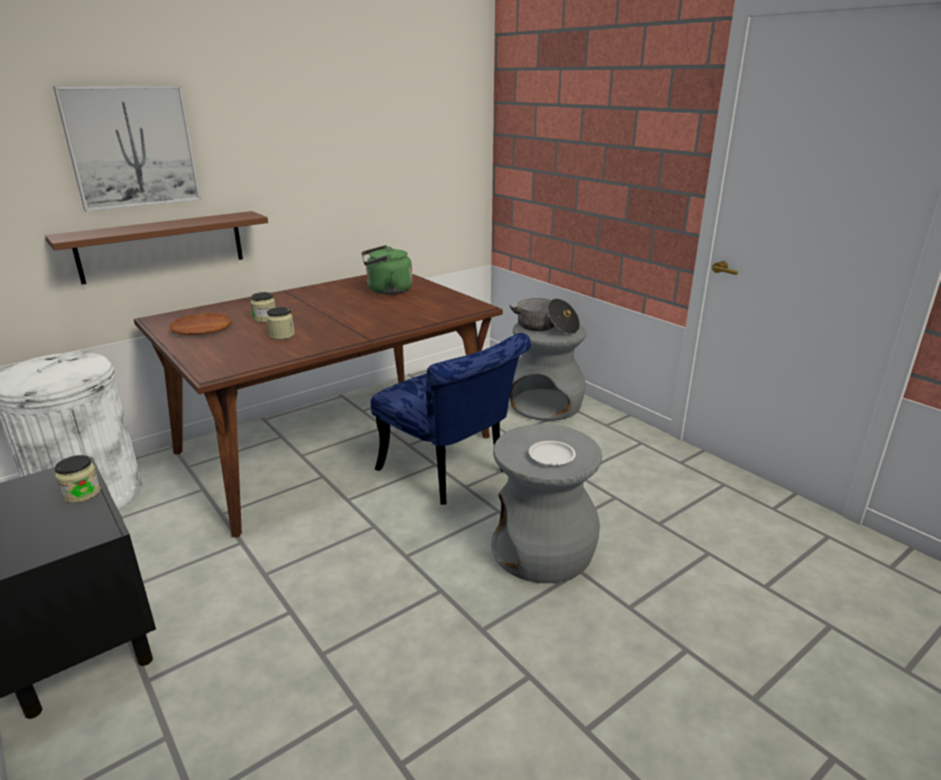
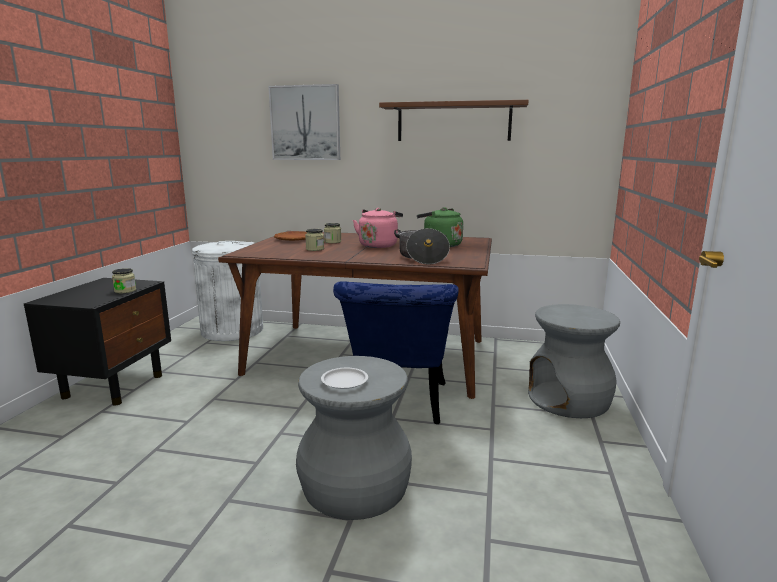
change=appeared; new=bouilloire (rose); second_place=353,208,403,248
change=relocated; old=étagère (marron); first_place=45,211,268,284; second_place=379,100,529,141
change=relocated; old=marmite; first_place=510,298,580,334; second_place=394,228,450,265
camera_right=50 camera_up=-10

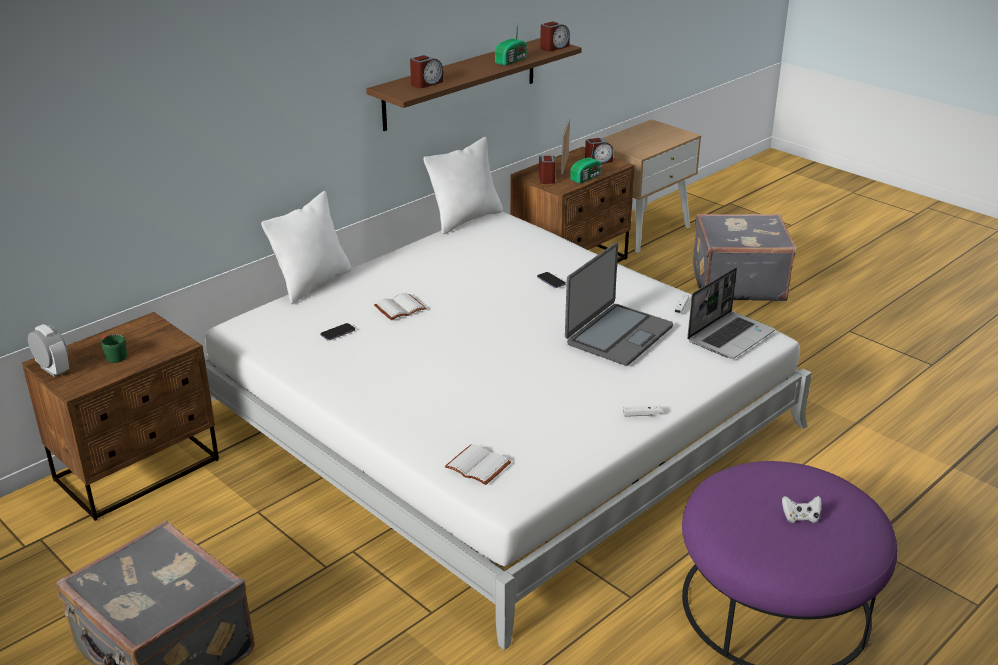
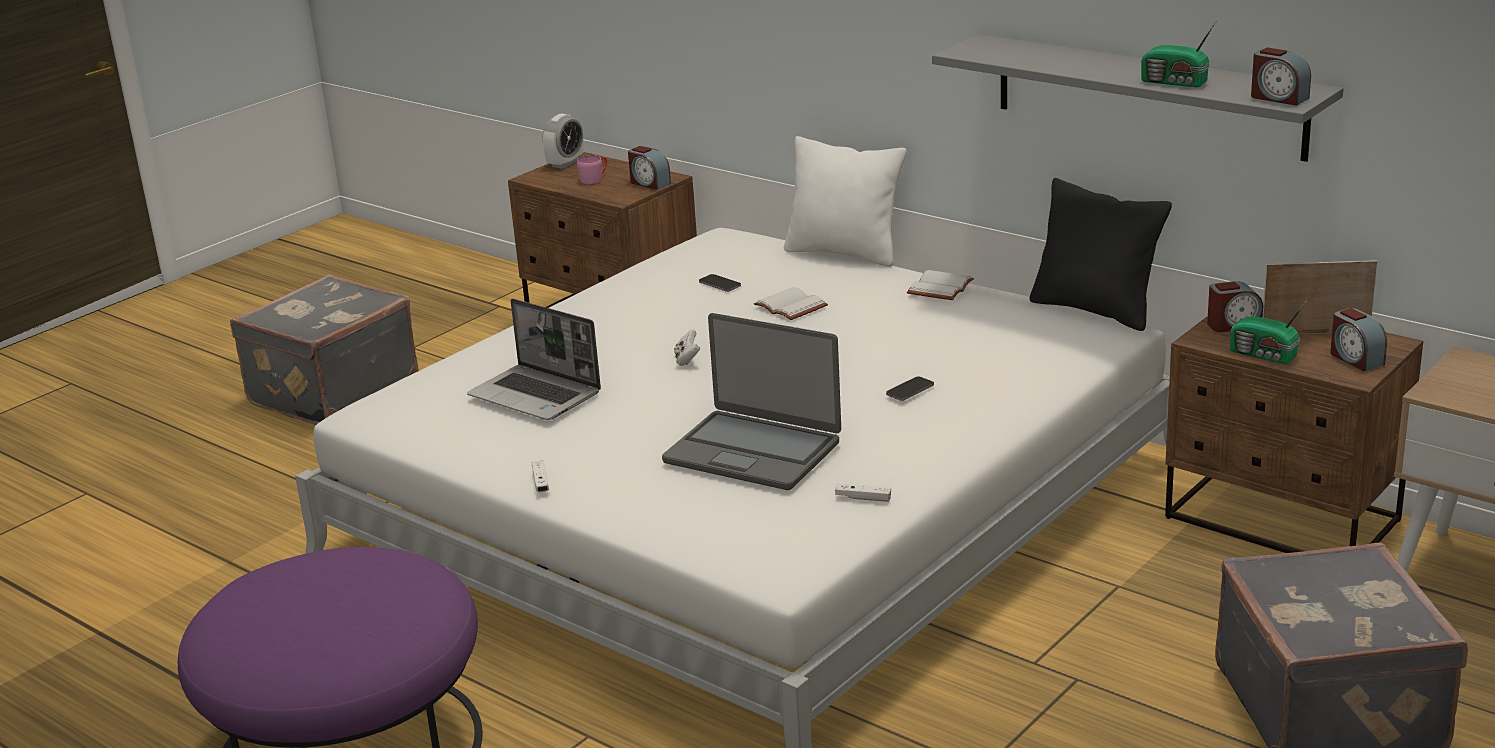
change=relocated; old=ordinateur portable; first_place=687,267,775,359; second_place=467,299,601,420
change=colour; old=mug (vert); new=mug (rose); first_place=101,334,127,363; second_place=577,155,607,184
change=relocated; old=réveil; first_place=410,55,443,88; second_place=628,146,671,190
change=relocated; old=manette (blanc); first_place=782,496,821,523; second_place=674,329,700,366
change=relocated; old=livre (blanc); first_place=445,444,511,485; second_place=907,270,974,300
change=colour; old=étagère (marron); new=étagère (gris); first_place=366,38,582,131; second_place=932,34,1344,162
change=colour; old=coussin (blanc); new=coussin (noir); first_place=423,137,503,234; second_place=1030,178,1172,331
camera_right=85 camera_up=-5

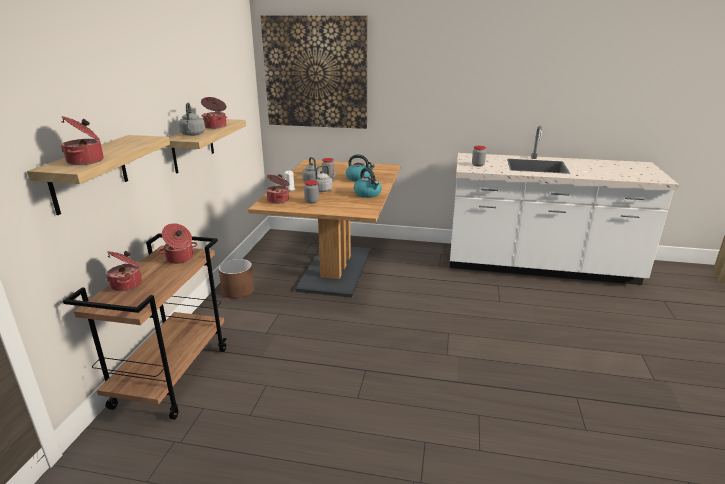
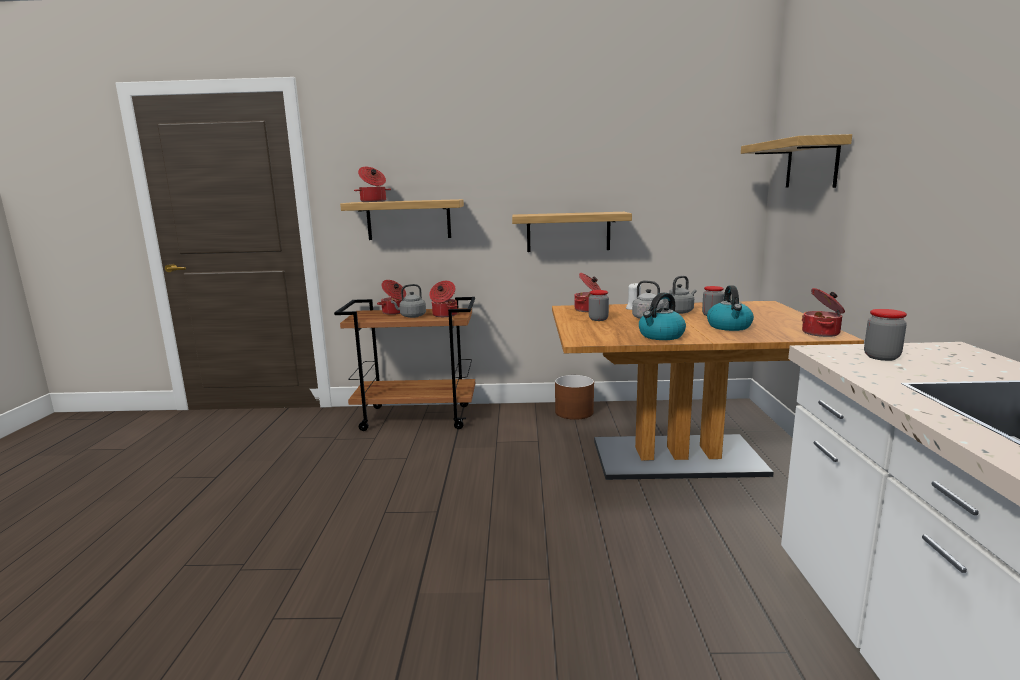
change=relocated; old=bouilloire (gris); first_place=179,103,205,136; second_place=391,284,426,318
change=exchanged; old=tableau; new=étagère; first_place=261,15,368,129; second_place=741,134,852,188
change=relocated; old=marmite; first_place=201,97,228,129; second_place=802,288,845,337
camera_right=80 camera_up=-10

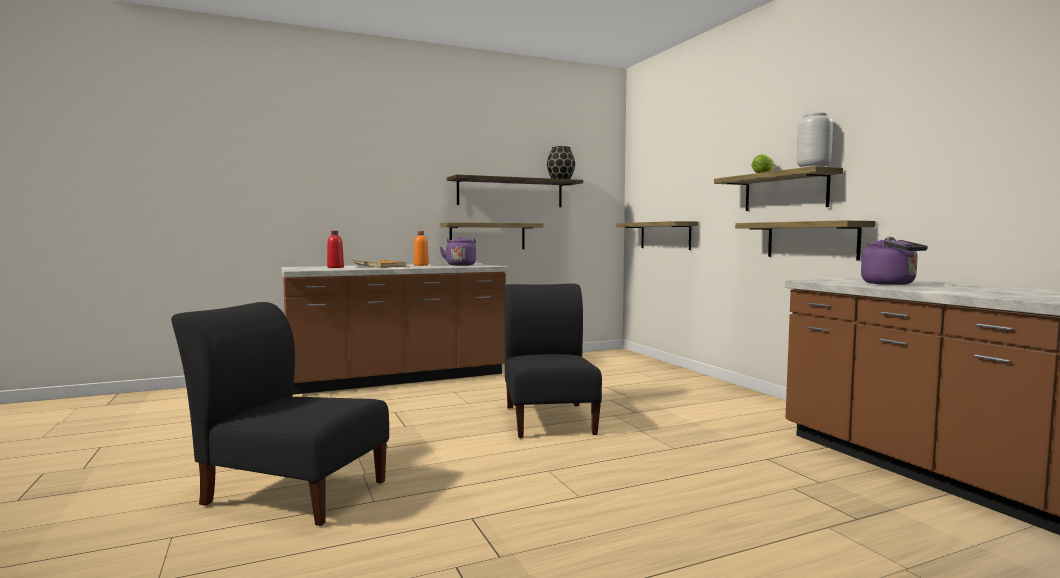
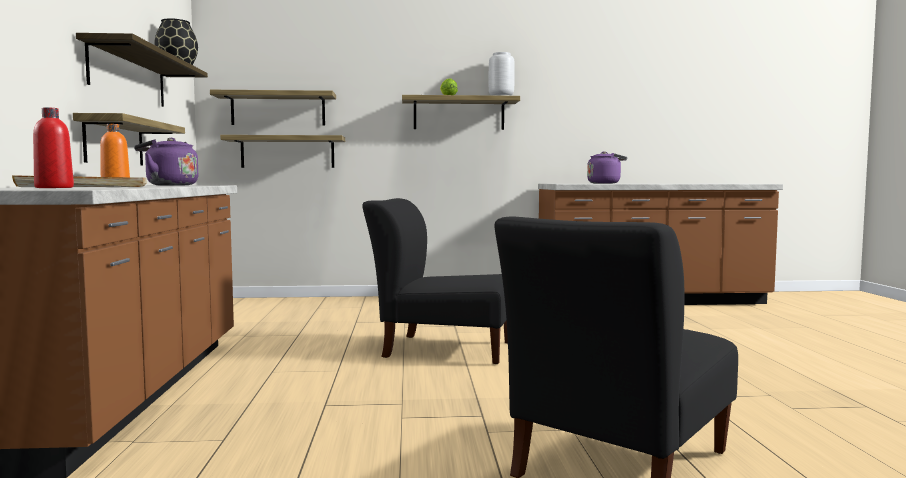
change=relocated; old=étagère; first_place=735,220,876,261; second_place=210,90,336,126
camera_right=-70 camera_up=0

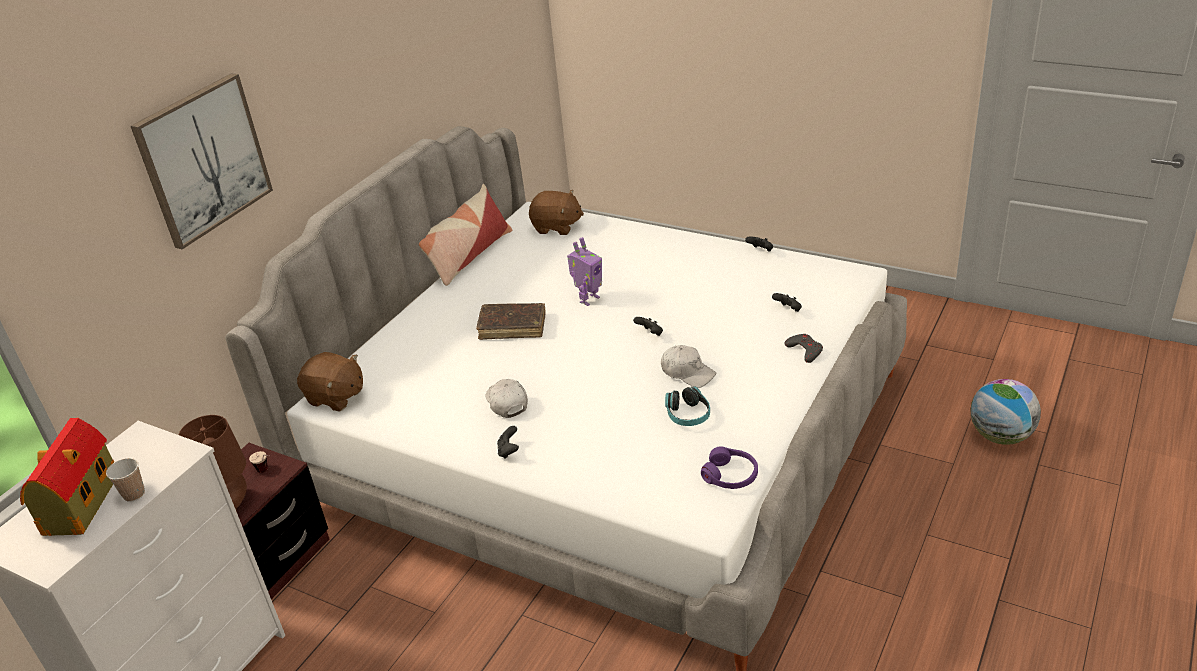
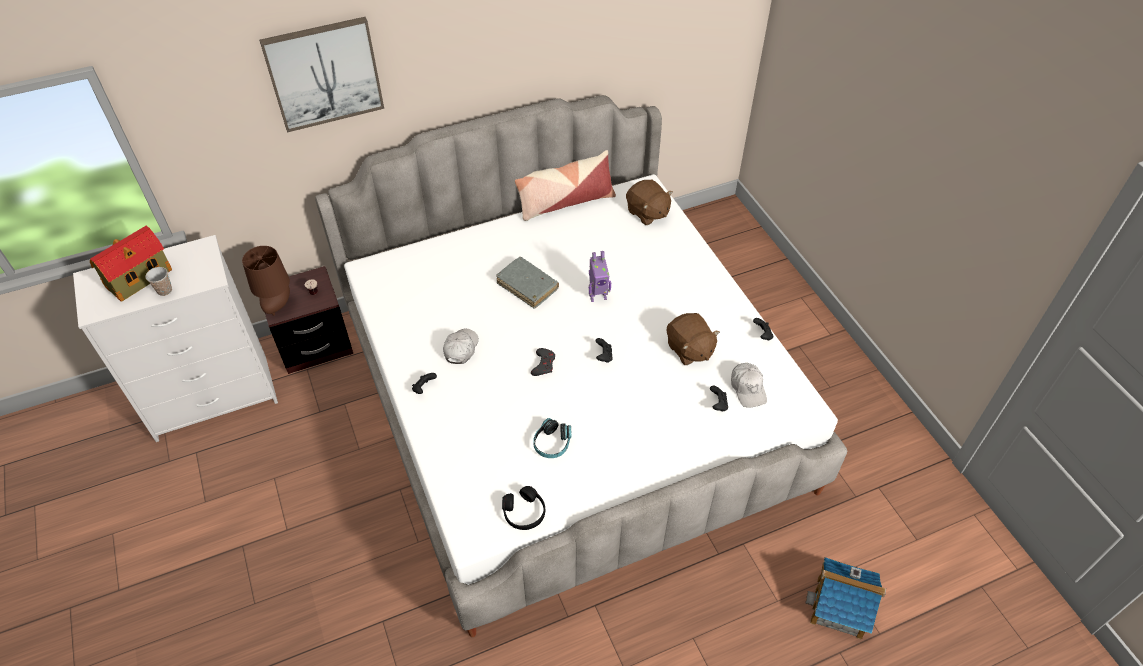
change=colour; old=livre (marron); new=livre (gris); first_place=476,303,546,340; second_place=496,257,559,309
change=colour; old=casque audio (violet); new=casque audio (noir); first_place=701,446,758,489; second_place=502,486,545,530
change=relocated; old=manette (gris); first_place=784,334,823,363; second_place=531,348,555,376
change=relocated; old=peluche (marron); first_place=297,352,363,412; second_place=667,313,720,365
change=relocated; old=casquette (blanc); first_place=661,345,716,388; second_place=731,363,767,408
change=exchanged; old=globe; new=maison miniature; first_place=971,379,1041,445; second_place=806,557,886,640
camera_right=35 camera_up=15

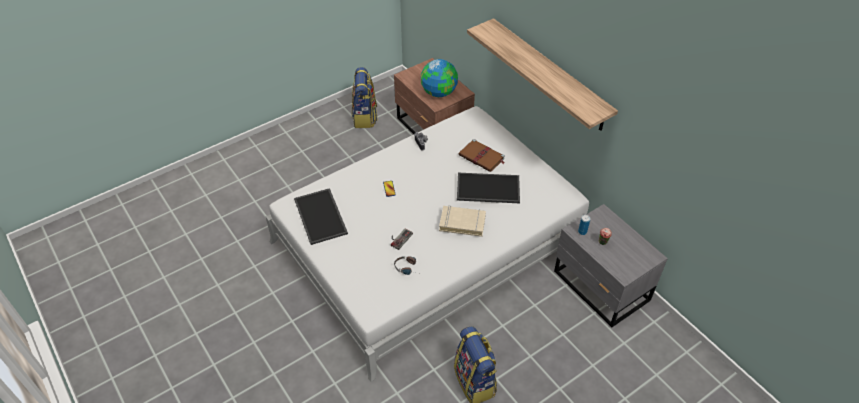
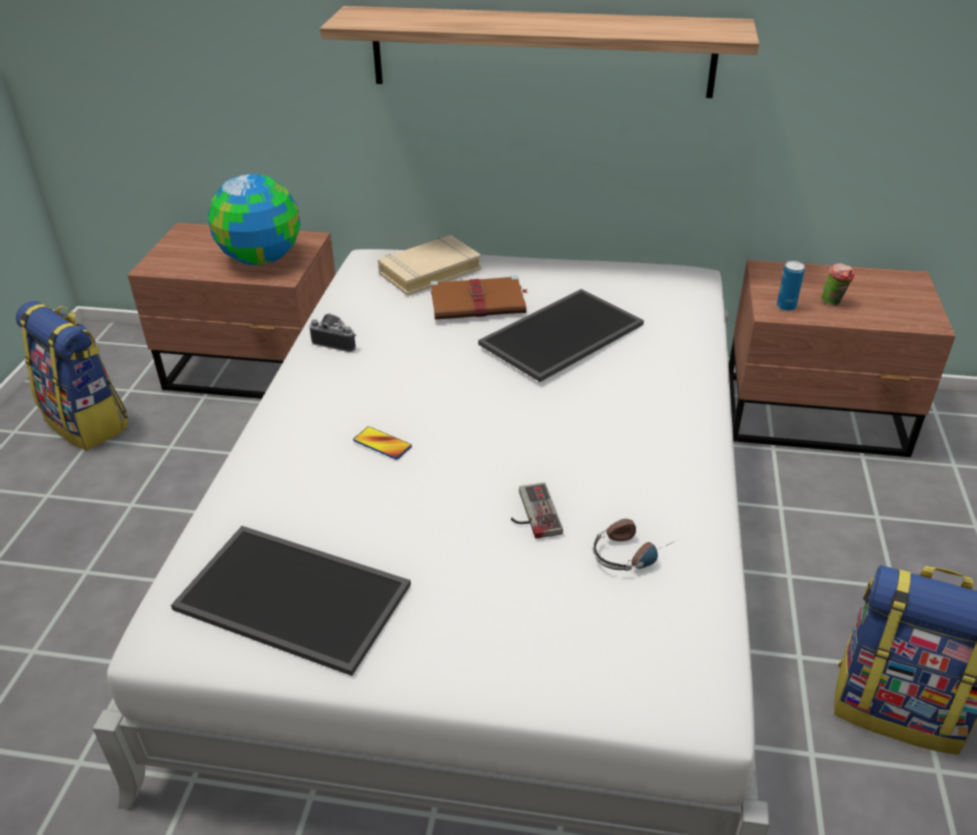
change=relocated; old=livre (beige); first_place=439,206,486,237; second_place=378,235,481,296
change=colour; old=table de chevet (gris); new=table de chevet (marron); first_place=554,204,668,327; second_place=729,260,956,457
camera_right=-45 camera_up=-10

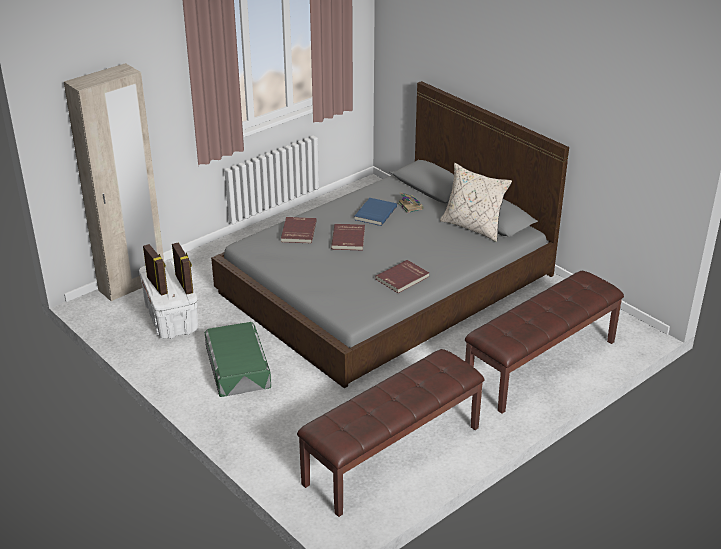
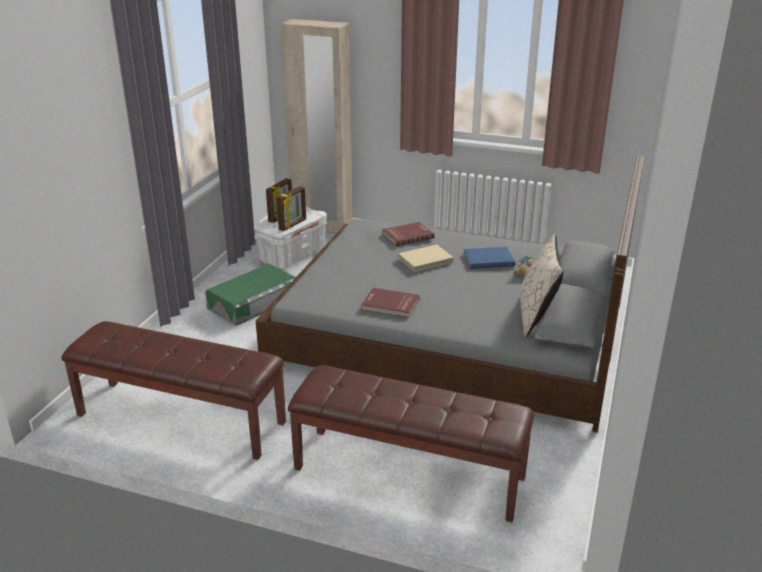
change=colour; old=livre (rouge); new=livre (beige); first_place=331,224,365,250; second_place=398,245,454,272
camera_right=60 camera_up=-5

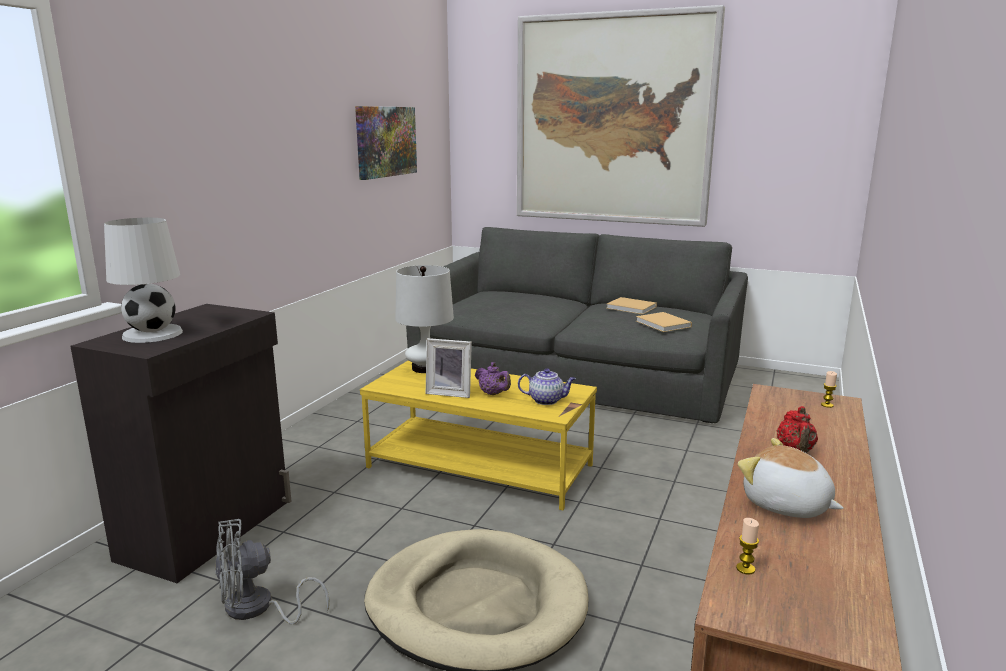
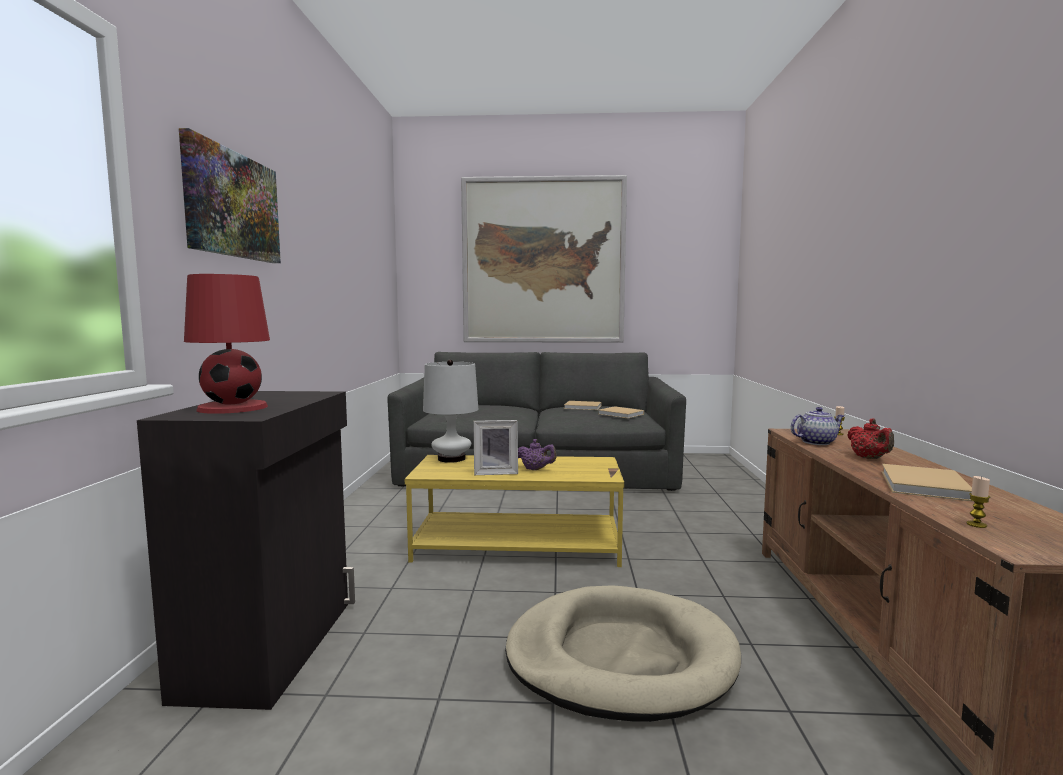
change=relocated; old=tableau; first_place=355,106,417,180; second_place=179,128,281,263
change=colour; old=lampe de table (blanc); new=lampe de table (rouge); first_place=104,218,183,343; second_place=184,274,270,414
change=relocated; old=théière; first_place=518,368,576,405; second_place=791,407,844,445
change=exchanged; old=peluche; new=livre (beige); first_place=738,438,844,518; second_place=882,464,974,502
change=missing; old=ventilateur (gris); first_place=215,519,329,624
camera_right=-20 camera_up=-10

